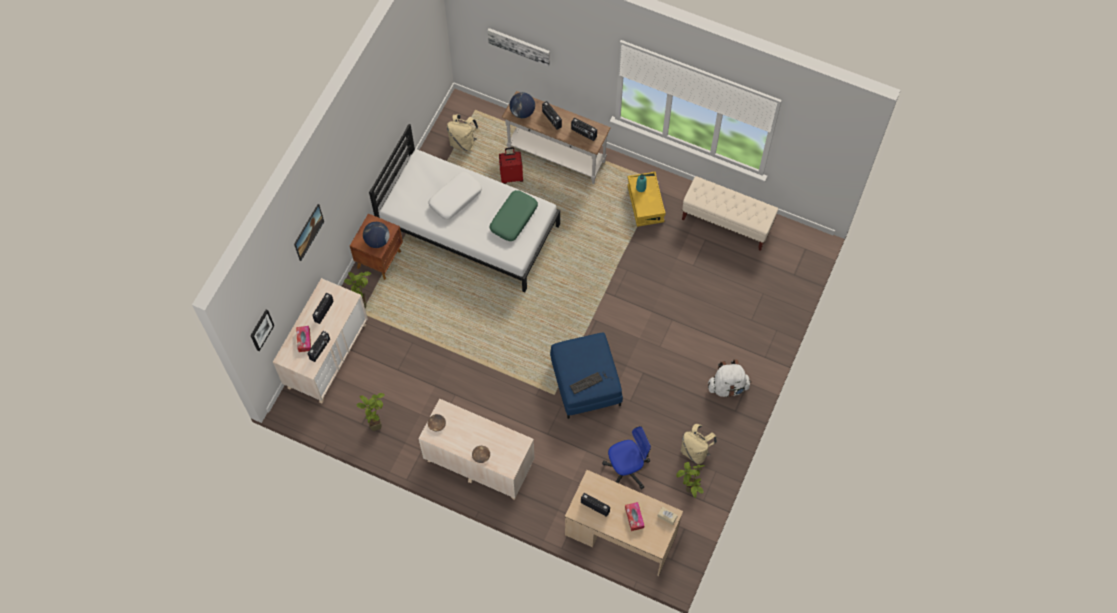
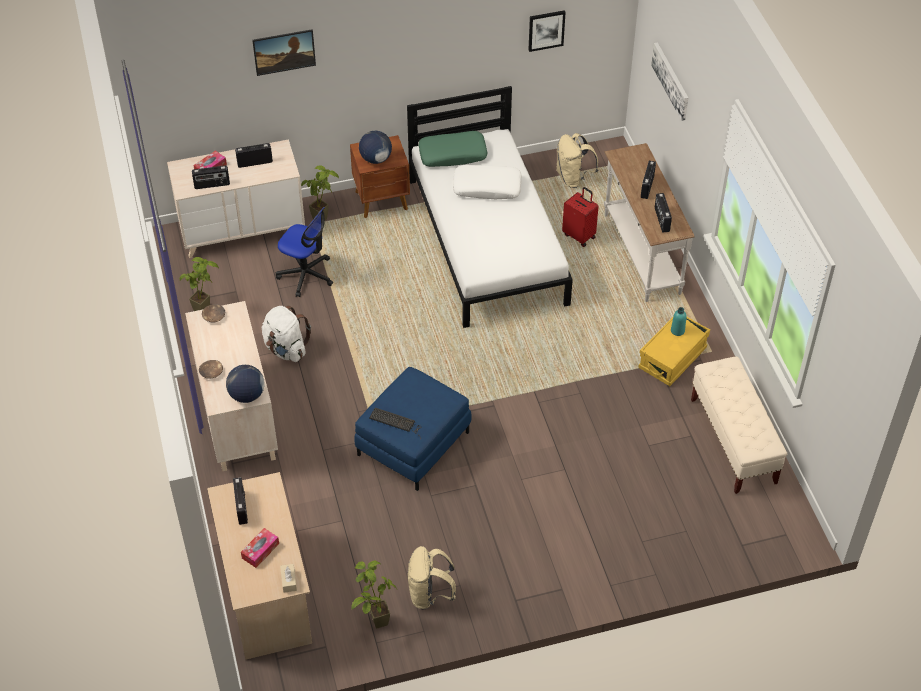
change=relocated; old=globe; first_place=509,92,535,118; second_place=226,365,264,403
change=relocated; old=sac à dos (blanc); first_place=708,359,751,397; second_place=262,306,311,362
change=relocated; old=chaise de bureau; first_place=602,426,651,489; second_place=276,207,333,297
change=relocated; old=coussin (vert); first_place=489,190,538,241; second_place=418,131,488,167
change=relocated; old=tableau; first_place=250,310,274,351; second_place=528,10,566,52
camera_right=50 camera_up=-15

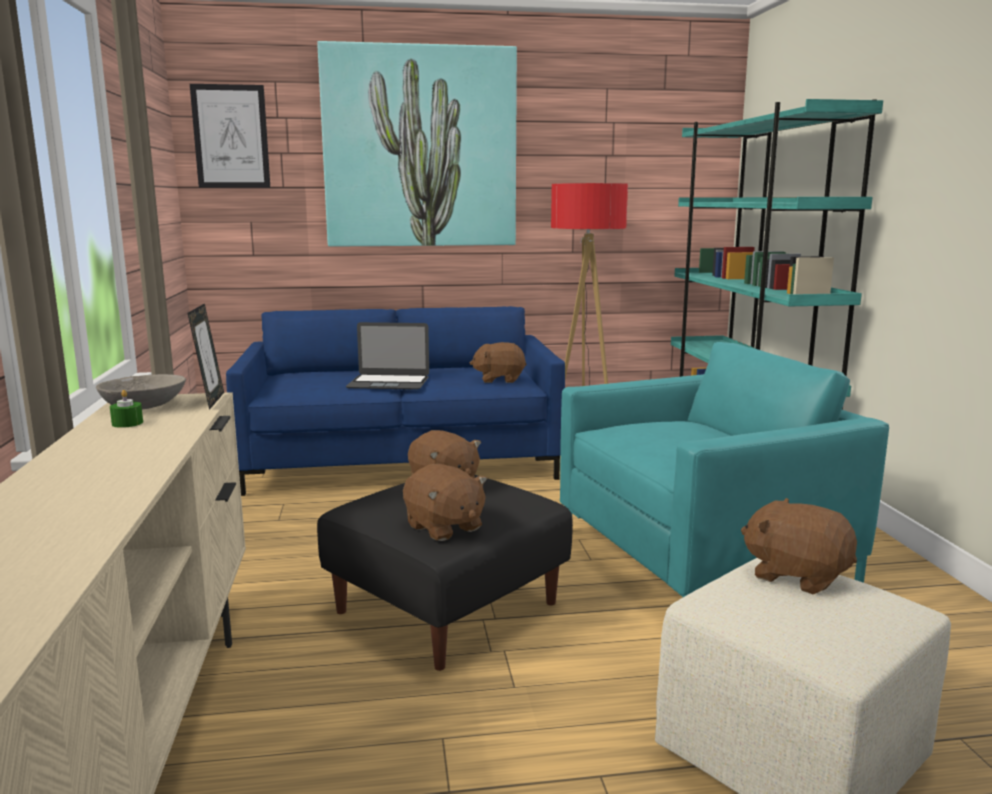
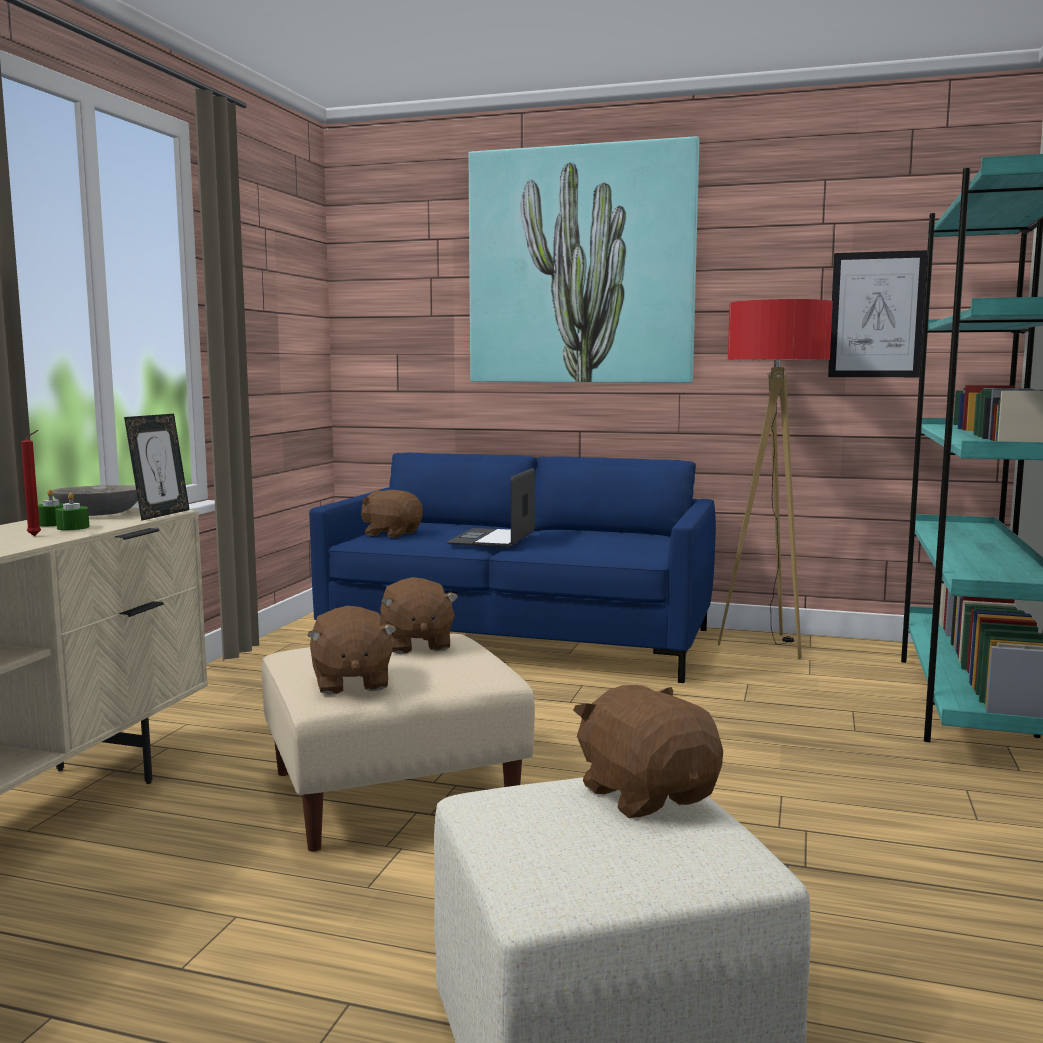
change=appeared; new=bougie (rouge); second_place=21,430,41,536
change=appeared; new=bougie (vert); second_place=55,492,89,530
change=colour; old=pouf (noir); new=pouf (beige); first_place=317,475,573,671; second_place=261,634,535,852
change=relocated; old=peluche (marron); first_place=470,342,527,383; second_place=361,490,423,538
change=spun; old=ordinateur portable; first_place=346,322,429,390; second_place=447,468,535,547; degrees=75
change=relocated; old=tableau; first_place=190,84,270,188; second_place=828,250,927,377
change=missing; old=fauteuil (turquoise); first_place=560,342,889,597
camera_right=25 camera_up=-5

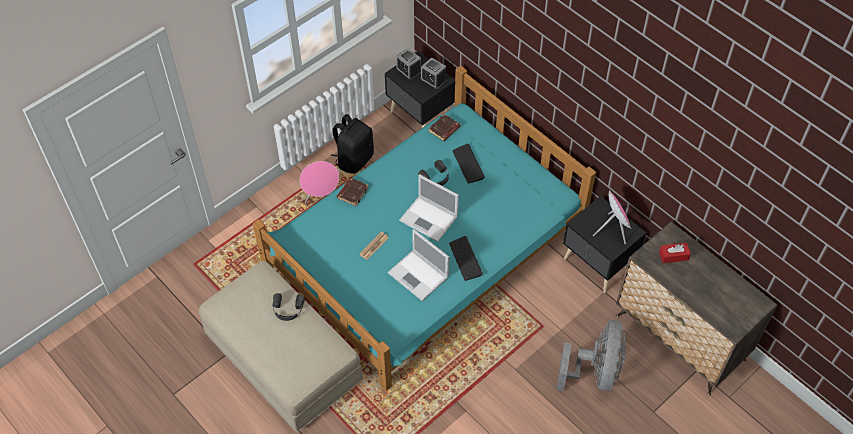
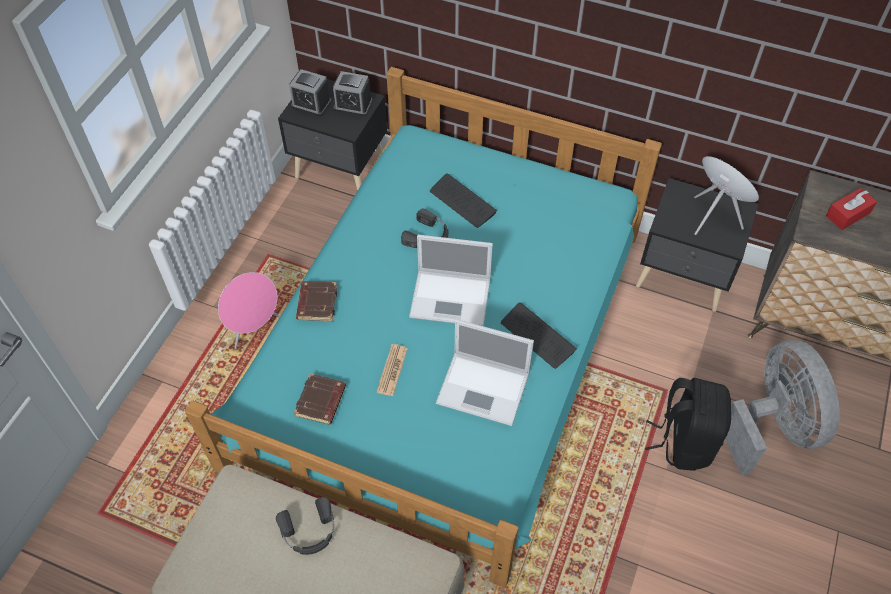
change=relocated; old=livre (marron); first_place=428,114,460,141; second_place=294,374,346,425
change=relocated; old=sac à dos (noir); first_place=331,114,374,174; second_place=645,378,731,471
camera_right=-25 camera_up=0

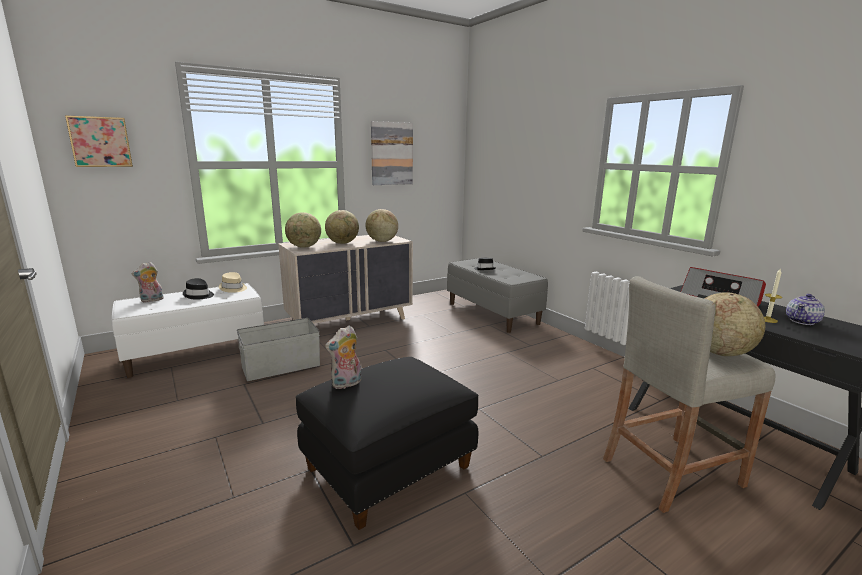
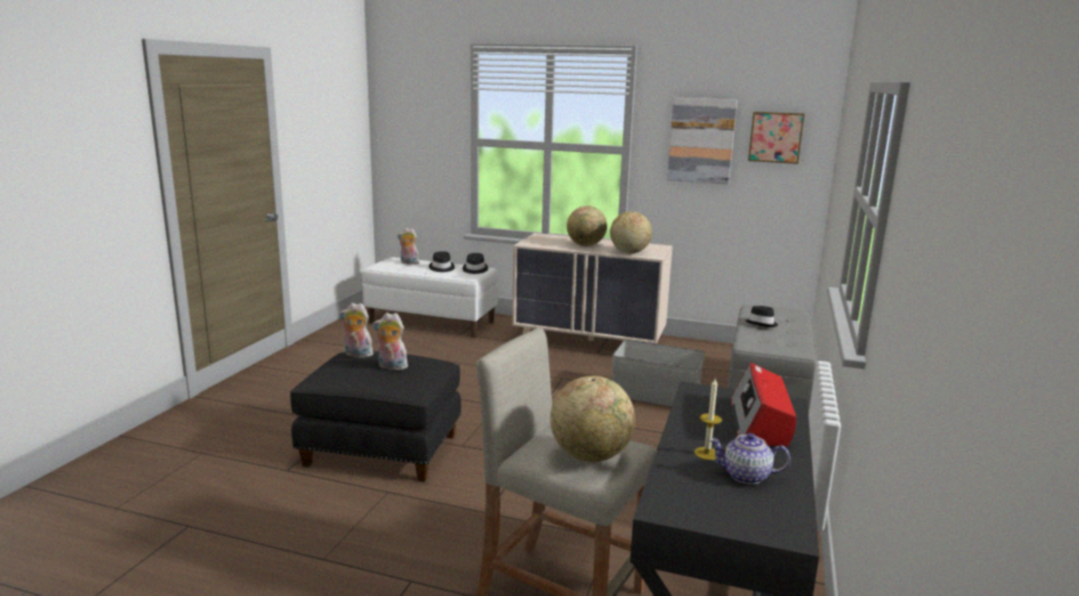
change=appeared; new=peluche; second_place=373,313,408,370
change=colour; old=chapeau (beige); new=chapeau (noir); first_place=219,272,247,293; second_place=462,253,488,274
change=relocated; old=boîte de rangement (gris); first_place=237,318,320,381; second_place=612,339,705,407
change=relocated; old=tableau; first_place=65,115,133,167; second_place=748,112,805,164
change=missing; old=globe; first_place=285,212,321,248
camera_right=50 camera_up=0

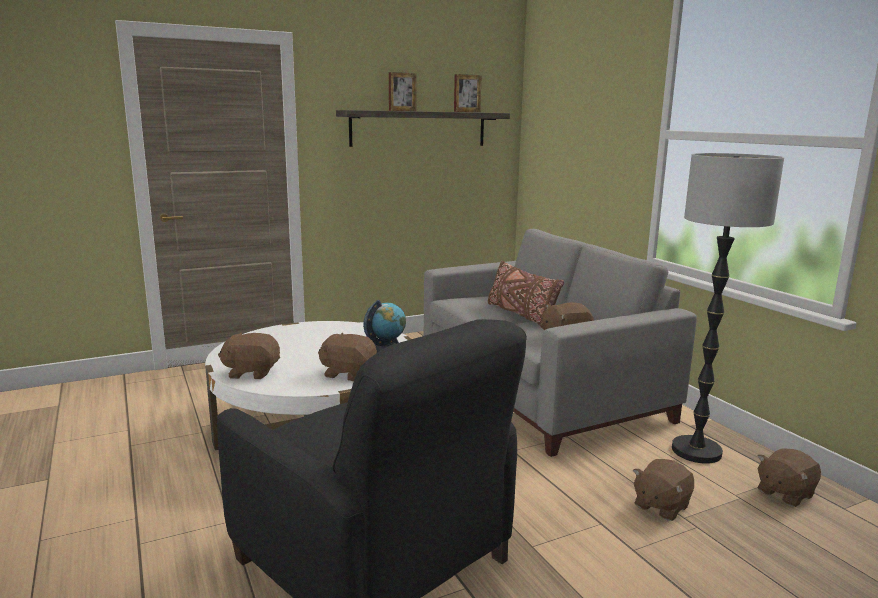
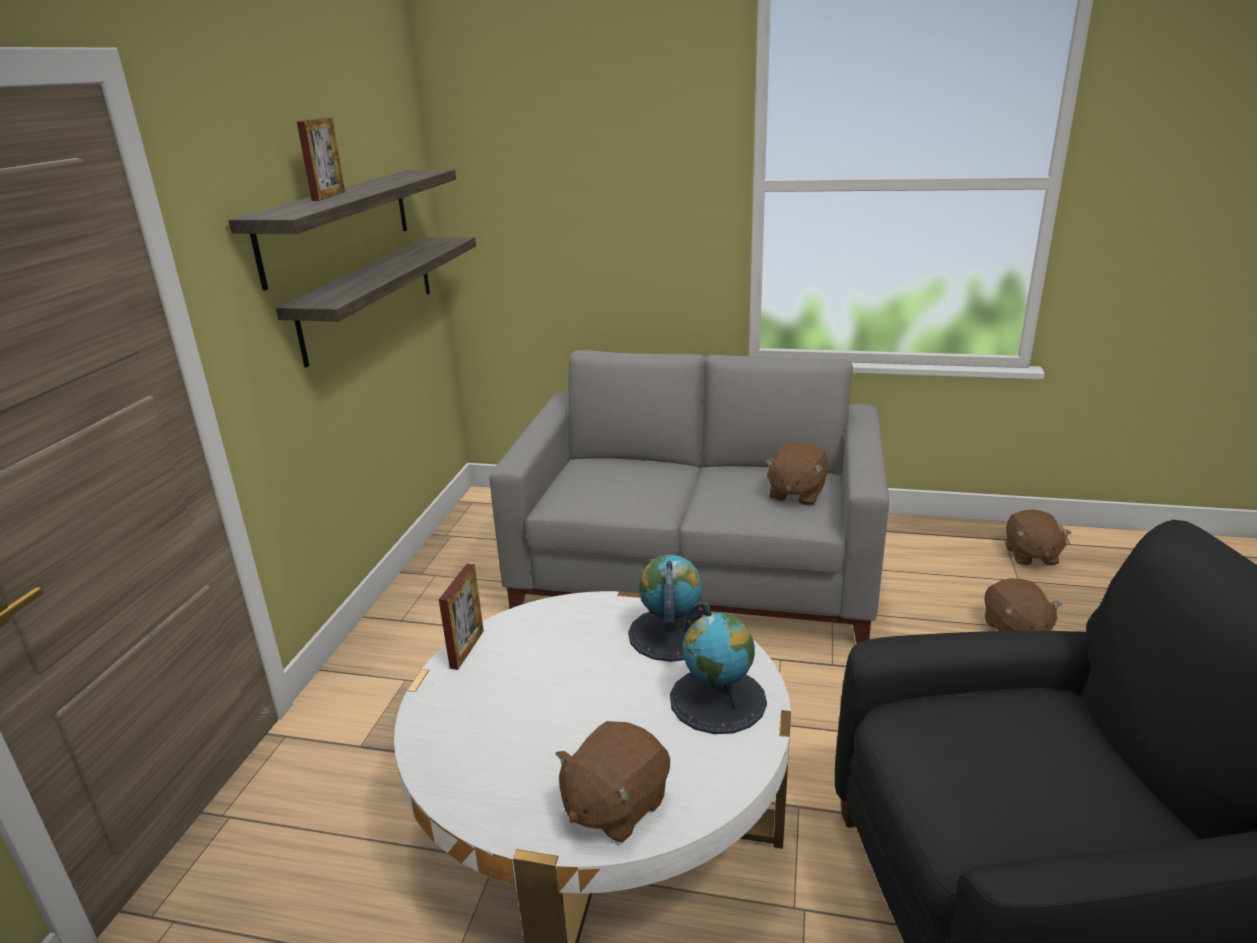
change=appeared; new=étagère; second_place=276,237,476,368
change=relocated; old=cadre photo; first_place=454,74,482,112; second_place=439,564,484,670
change=exchanged; old=peluche (marron); new=globe; first_place=318,332,377,381; second_place=670,602,767,734
change=missing; old=coussin (marron); first_place=488,261,564,328
change=missing; old=lampadaire; first_place=672,153,784,464
camera_right=-50 camera_up=10

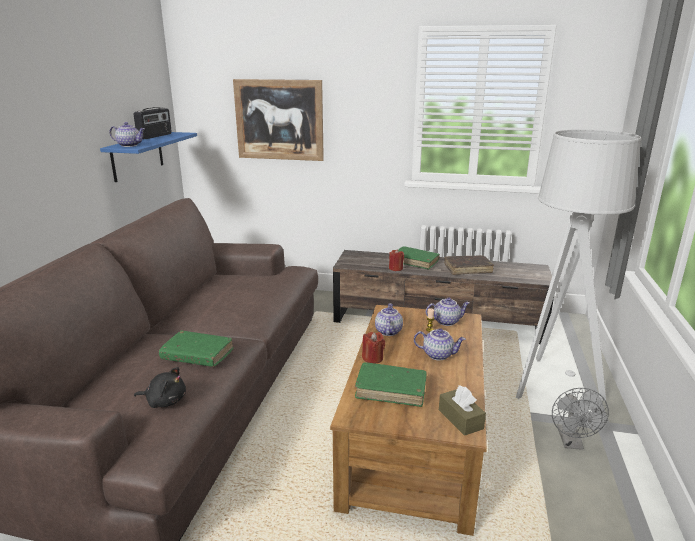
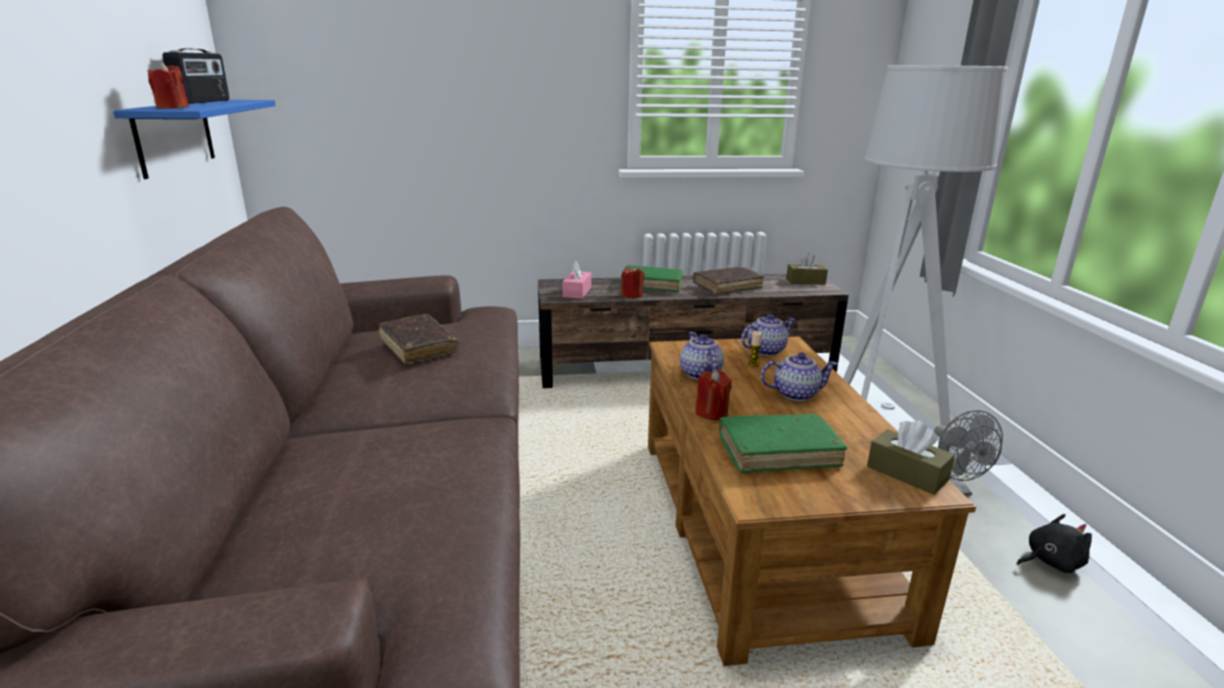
change=exchanged; old=théière; new=bougie (rouge); first_place=109,122,145,147; second_place=148,62,189,109
change=appeared; new=livre (marron); second_place=379,314,459,365
change=appeared; new=boîte à mouchoirs (rose); second_place=563,261,592,299
change=appeared; new=boîte à mouchoirs (marron); second_place=786,253,828,284
change=relocated; old=peluche (noir); first_place=134,367,186,408; second_place=1017,514,1092,573
change=missing; old=livre (vert); first_place=159,331,234,367
change=missing; old=tableau; first_place=233,79,324,161
camera_right=-20 camera_up=0

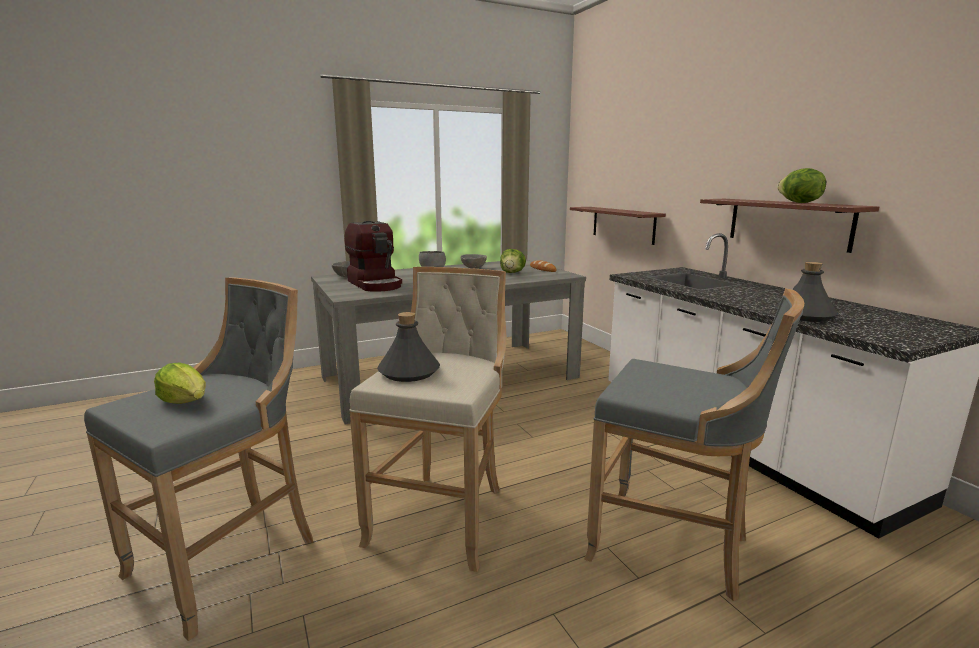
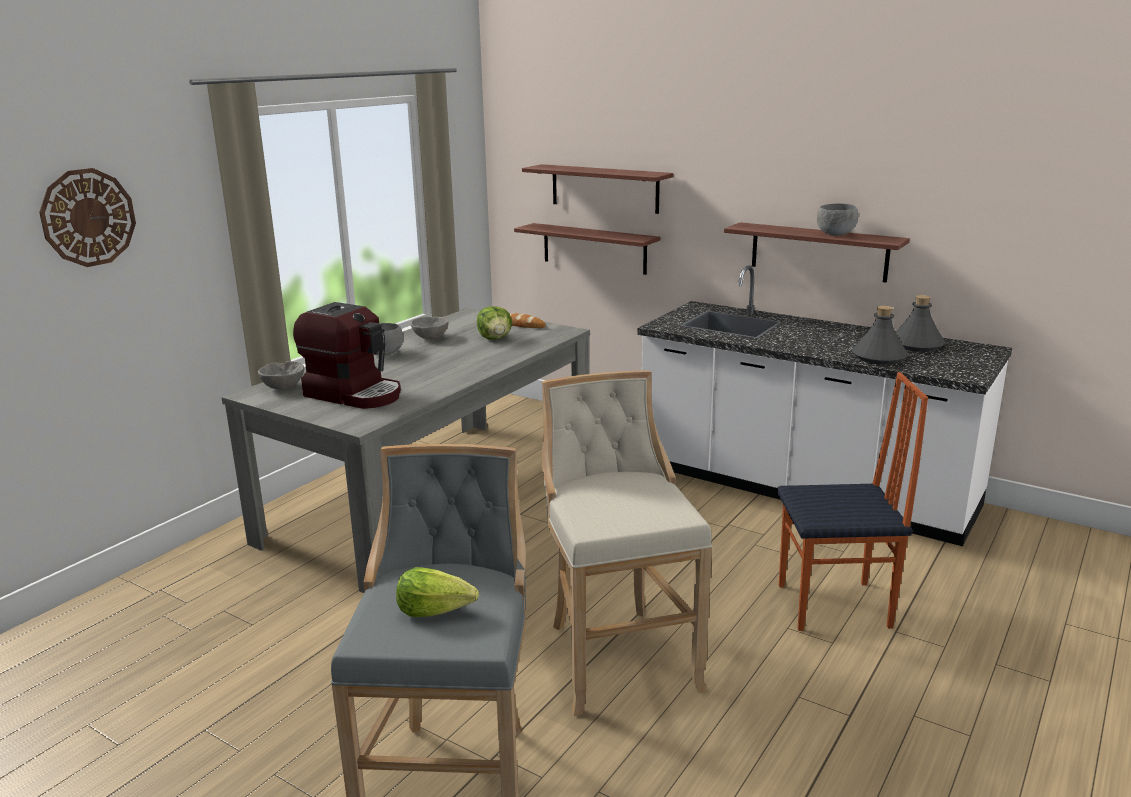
change=appeared; new=horloge murale; second_place=39,168,136,267
change=appeared; new=étagère; second_place=522,164,674,214
change=exchanged; old=tabouret (gris); new=chaise; first_place=584,288,804,601; second_place=777,372,928,631
change=exchanged; old=laitue; new=bol (gris); first_place=777,168,826,203; second_place=817,204,858,236
change=relocated; old=bouteille (gris); first_place=377,312,440,382; second_place=896,295,945,352
camera_right=-30 camera_up=5

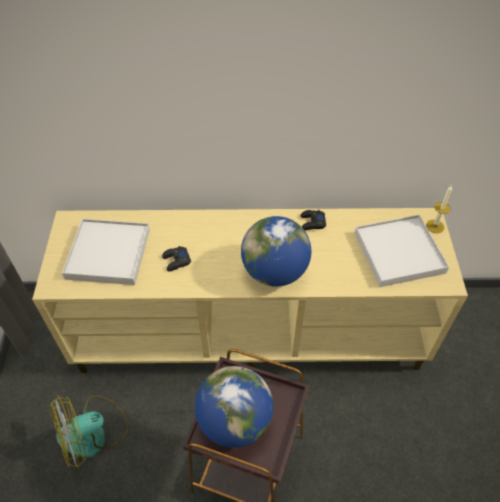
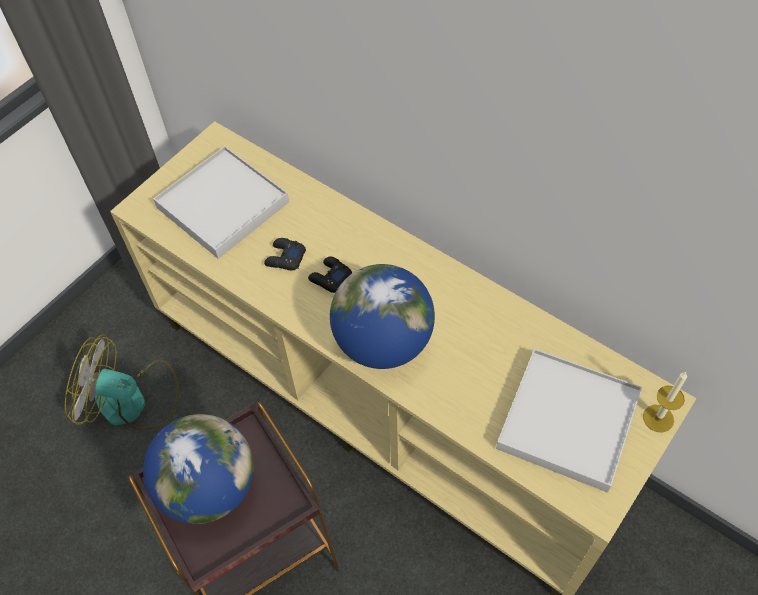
change=relocated; old=manette (noir); first_place=301,209,326,230; second_place=308,257,352,293
camera_right=40 camera_up=5

